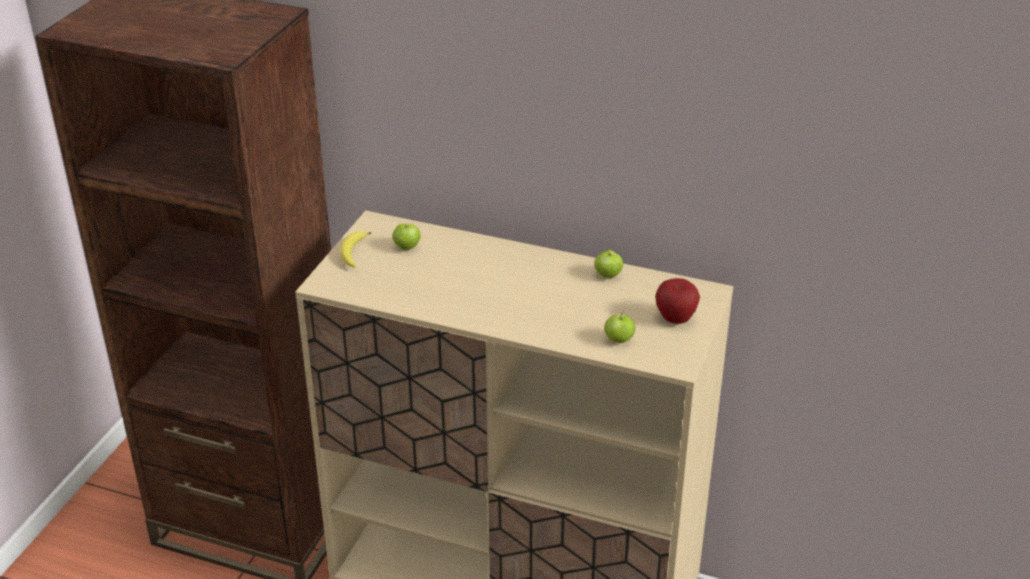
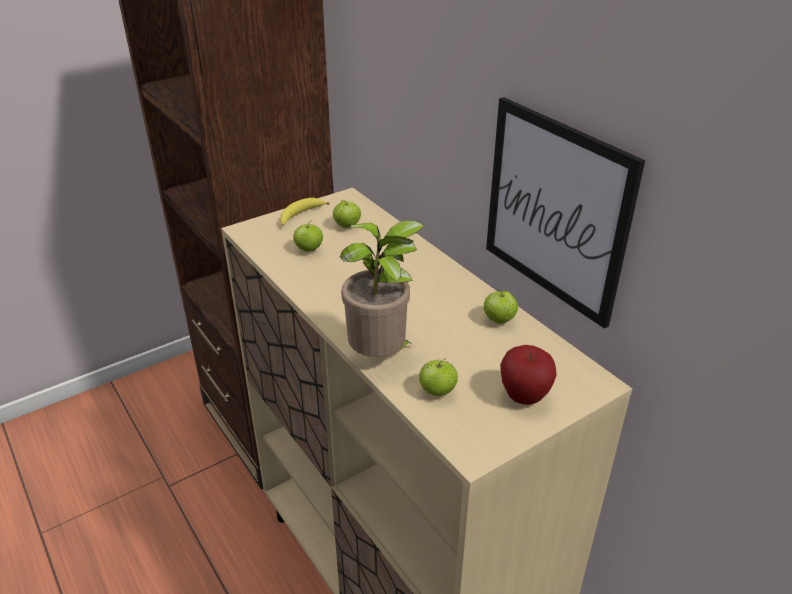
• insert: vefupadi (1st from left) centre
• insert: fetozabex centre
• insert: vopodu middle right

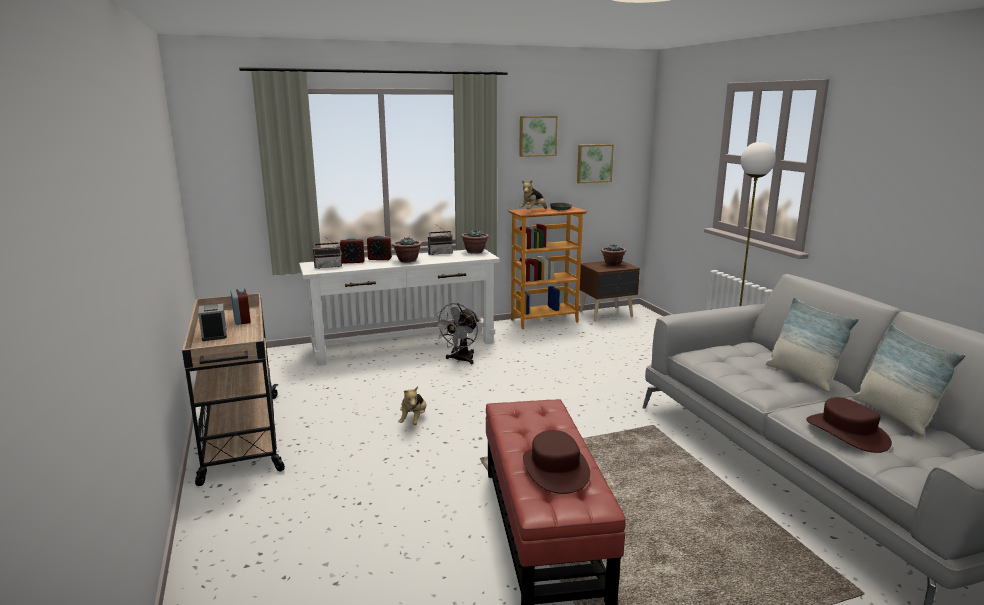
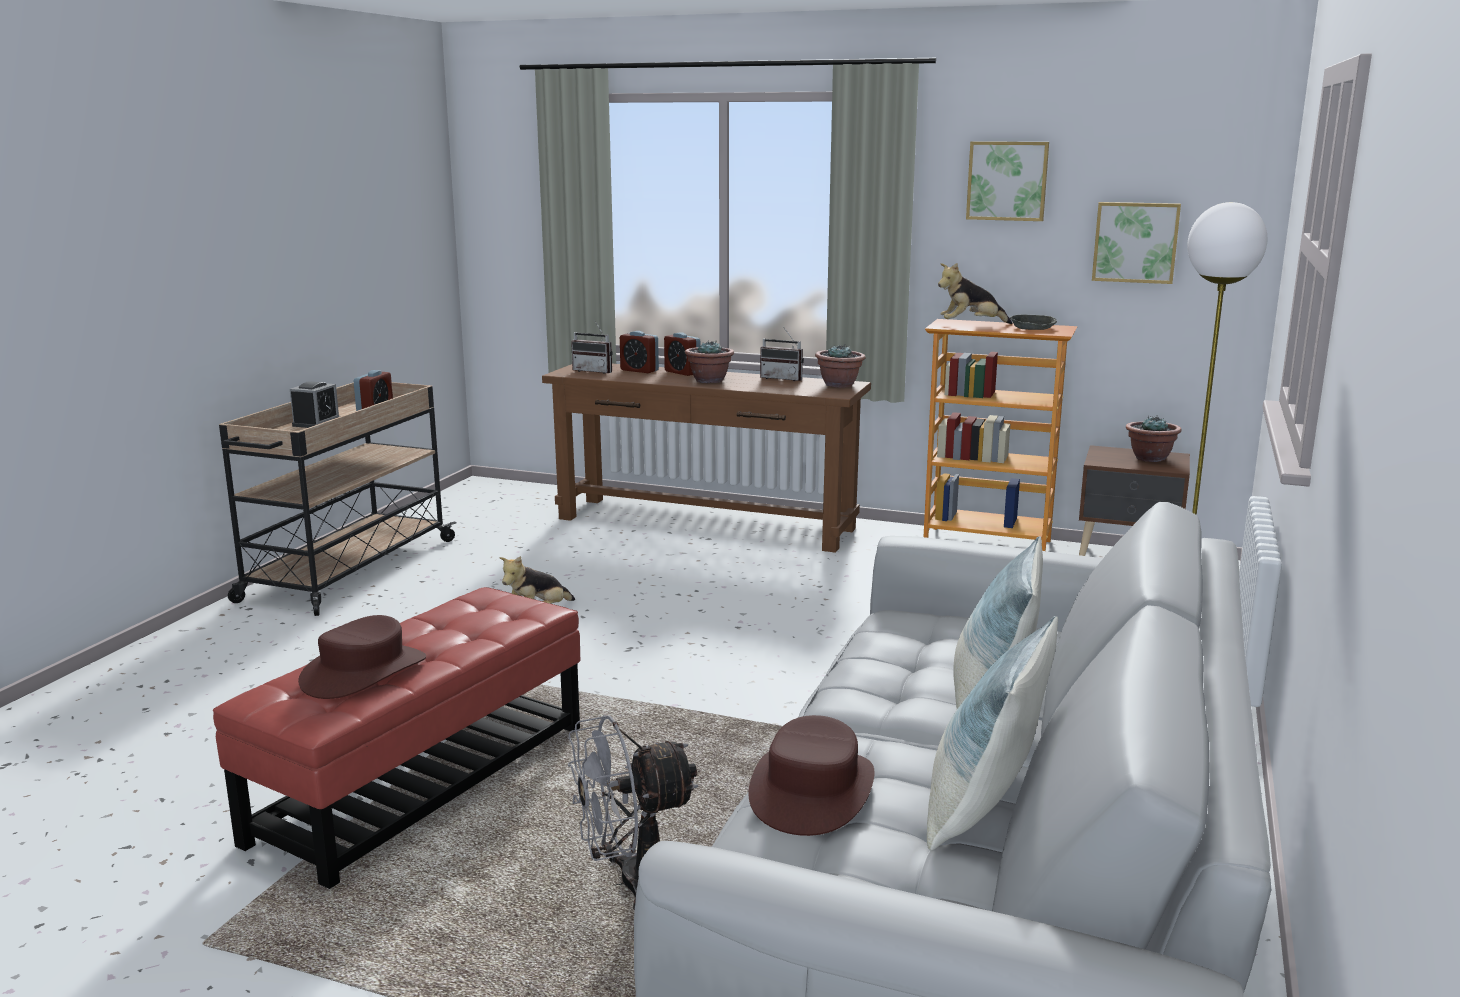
• move: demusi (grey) centre to bottom centre
• recolor: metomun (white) centre to metomun (brown) centre

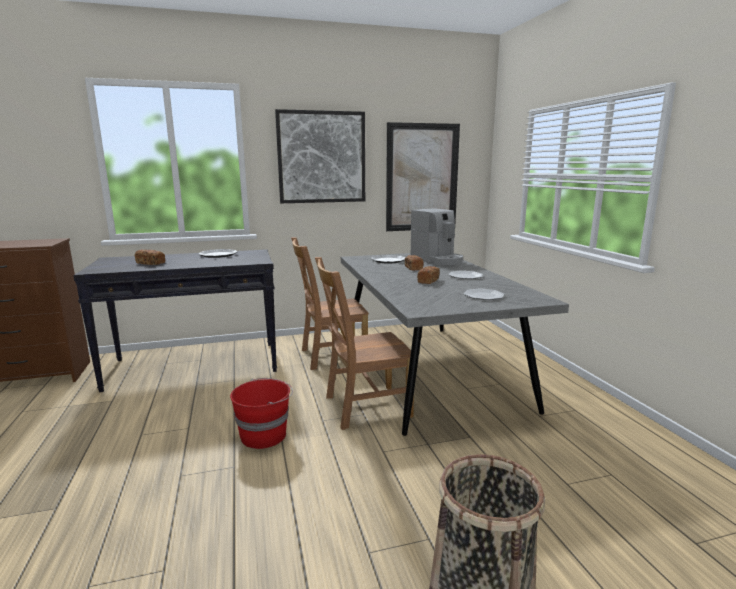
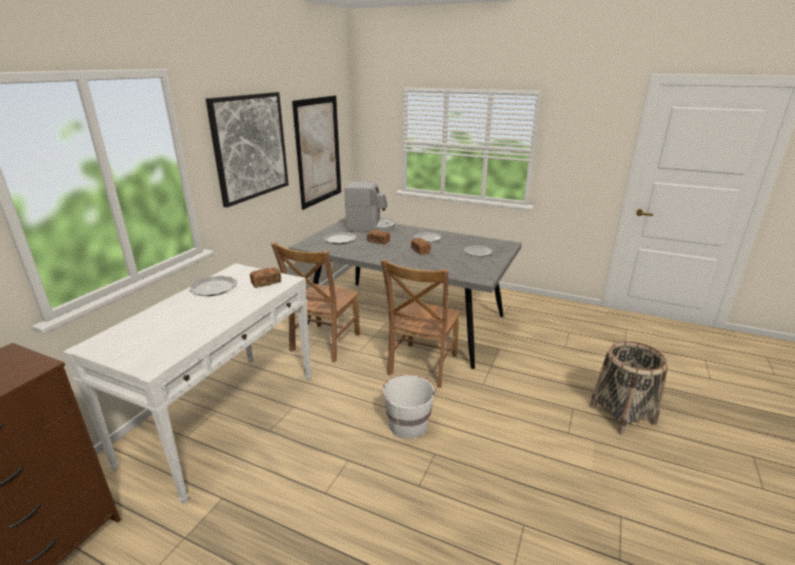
• move: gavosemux (1st from left) middle left to centre
• recolor: metomun (black) middle left to metomun (white) bottom left
• recolor: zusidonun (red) bottom centre to zusidonun (white) bottom centre

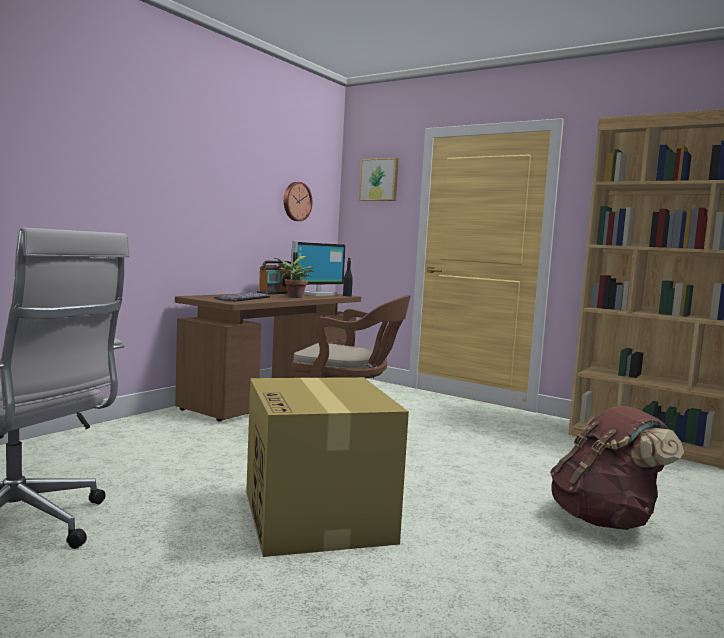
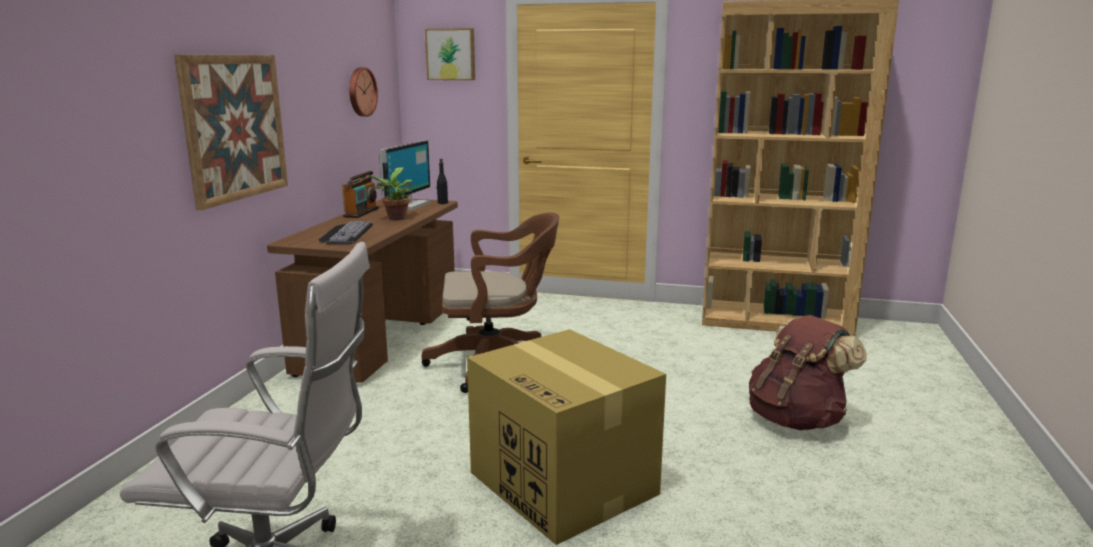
• insert: vopodu (1st from left) top left

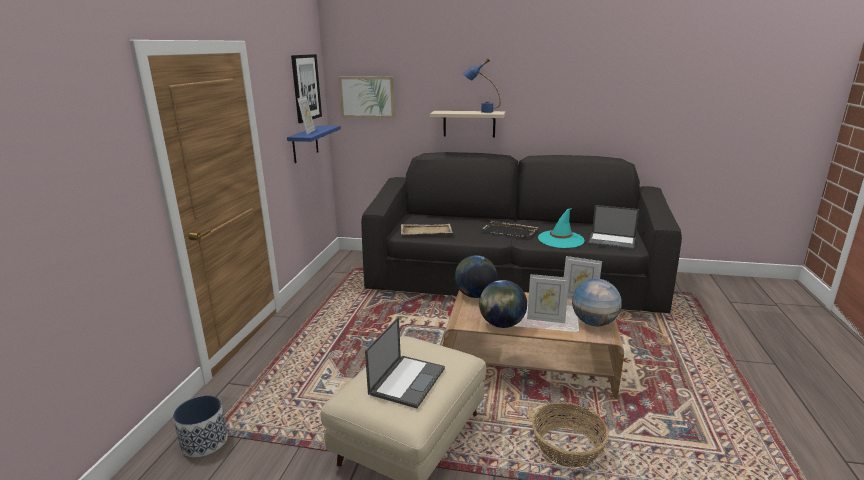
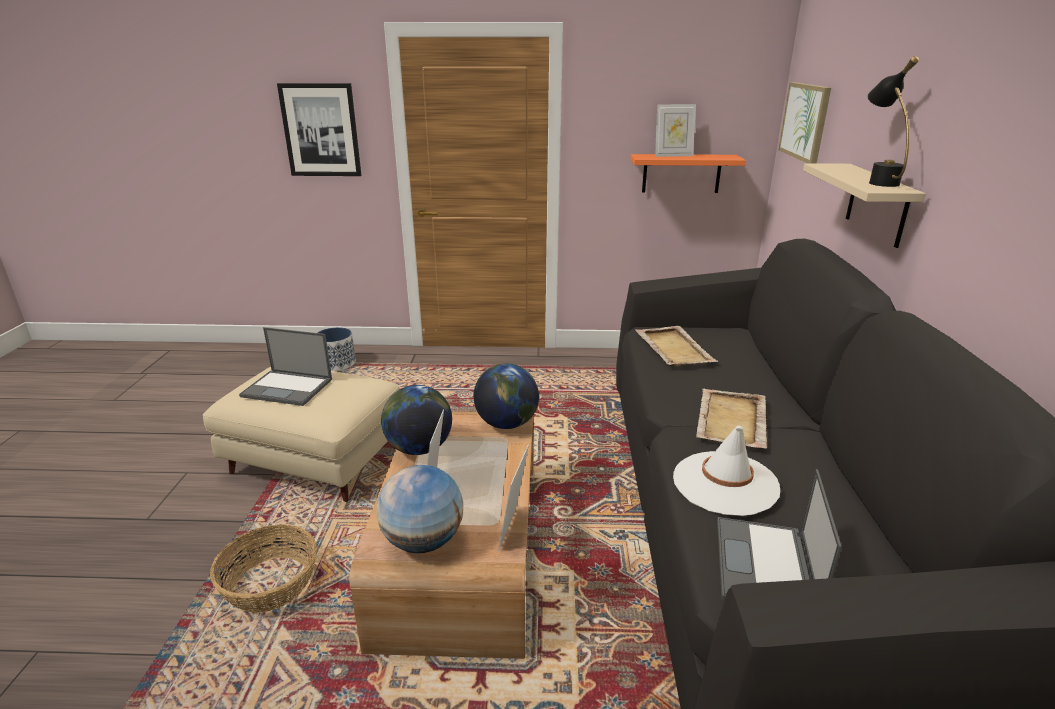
• move: vopodu (1st from left) top centre to top left
• recolor: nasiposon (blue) top centre to nasiposon (orange) top centre
• recolor: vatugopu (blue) top centre to vatugopu (black) top right
• recolor: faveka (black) centre to faveka (beige) (2nd from left) middle right
• recolor: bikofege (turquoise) centre to bikofege (white) middle right

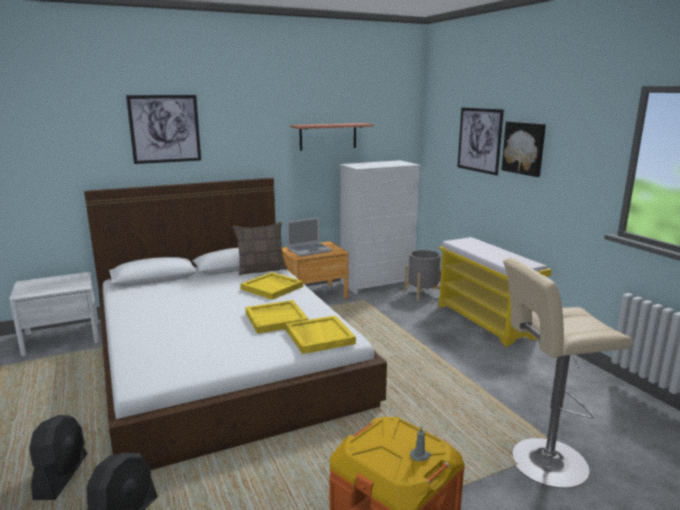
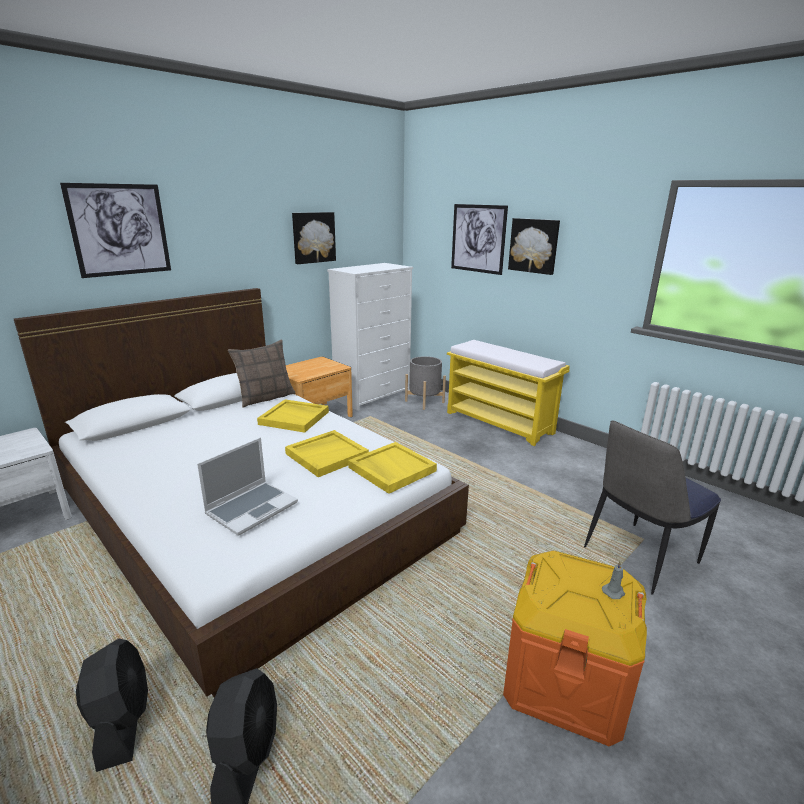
• move: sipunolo centre to middle left
• replace: nasiposon top centre to vopodu (2nd from left) top centre
• replace: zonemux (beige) bottom right to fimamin middle right

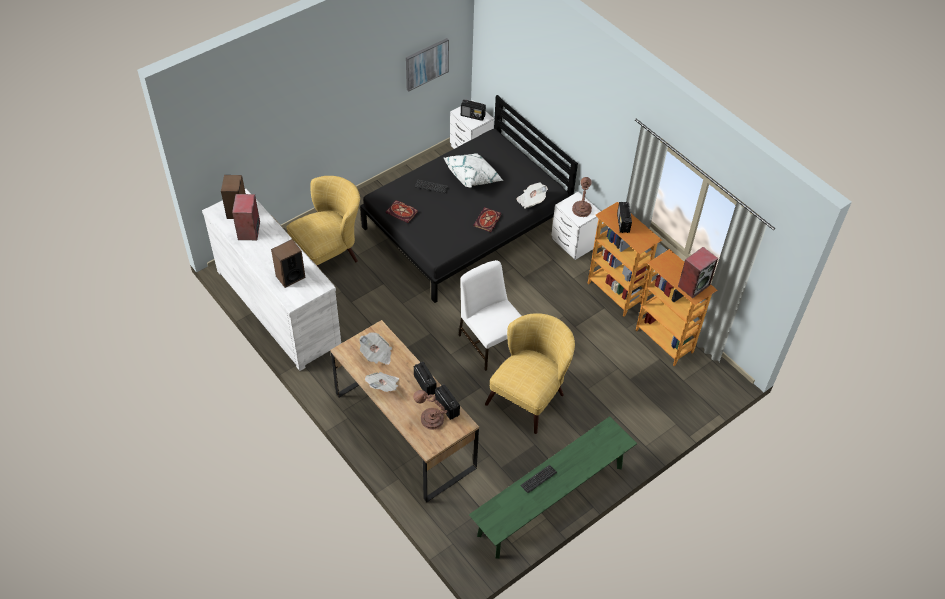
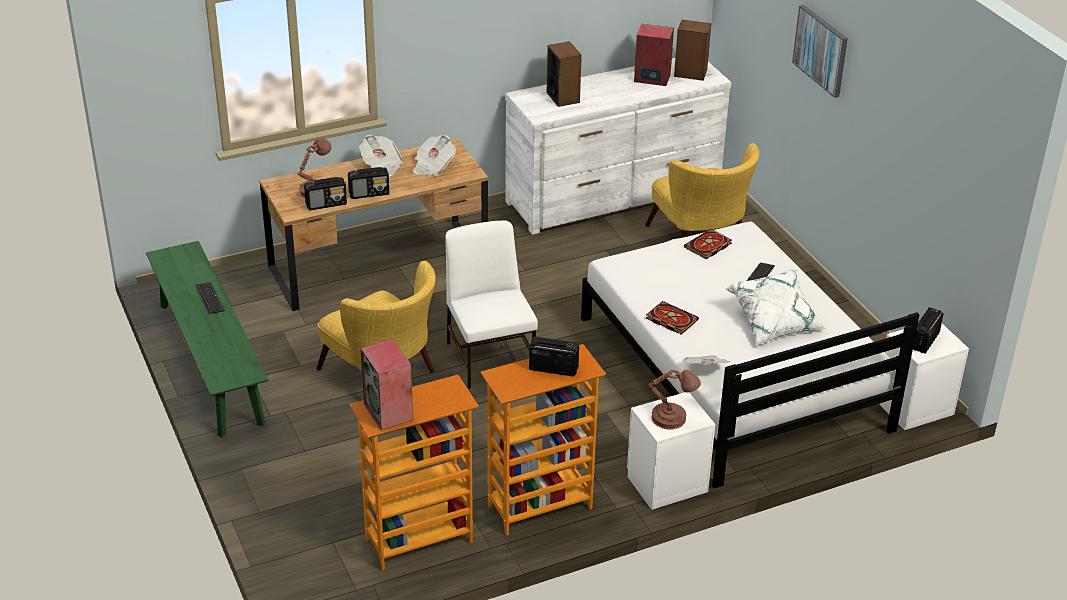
• move: vopodu top centre to top right
• recolor: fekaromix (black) top centre to fekaromix (white) middle right
• rotate: fimamin (white) centre = centre 90 degrees counterclockwise

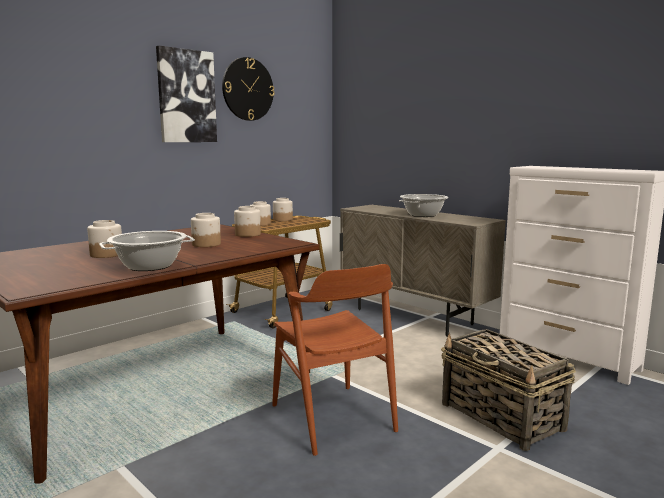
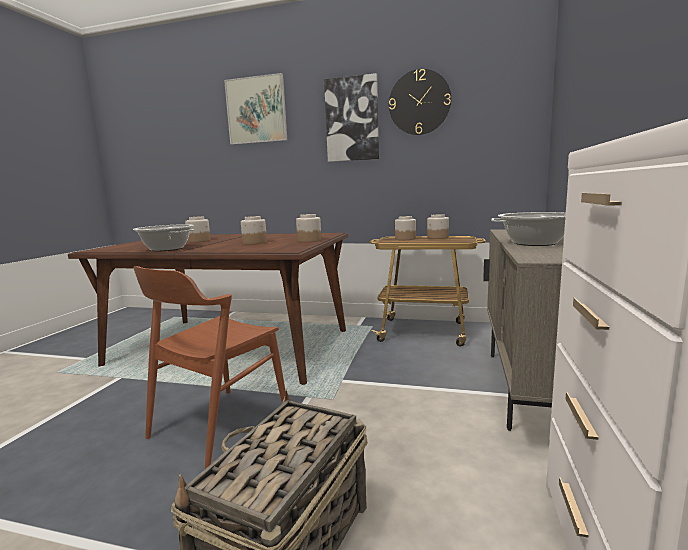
• insert: vopodu (1st from left) top centre

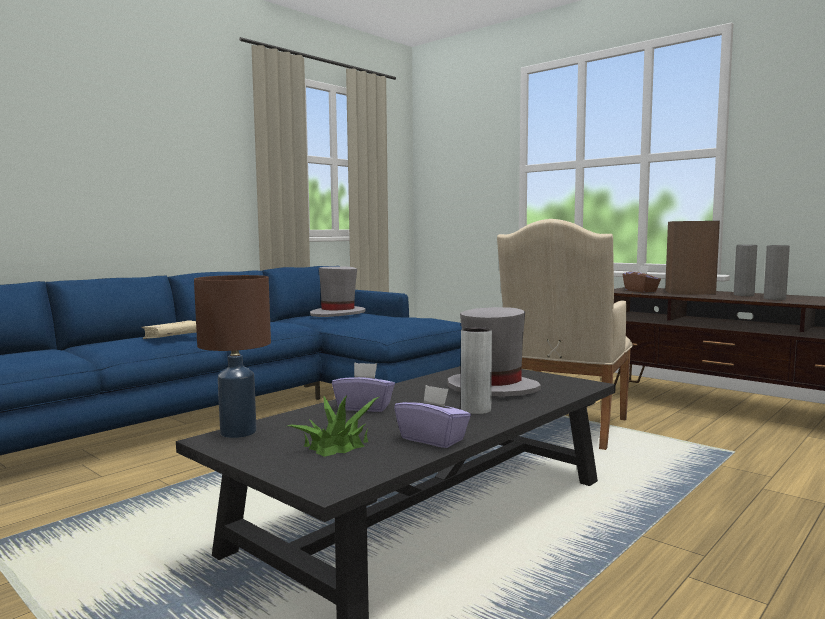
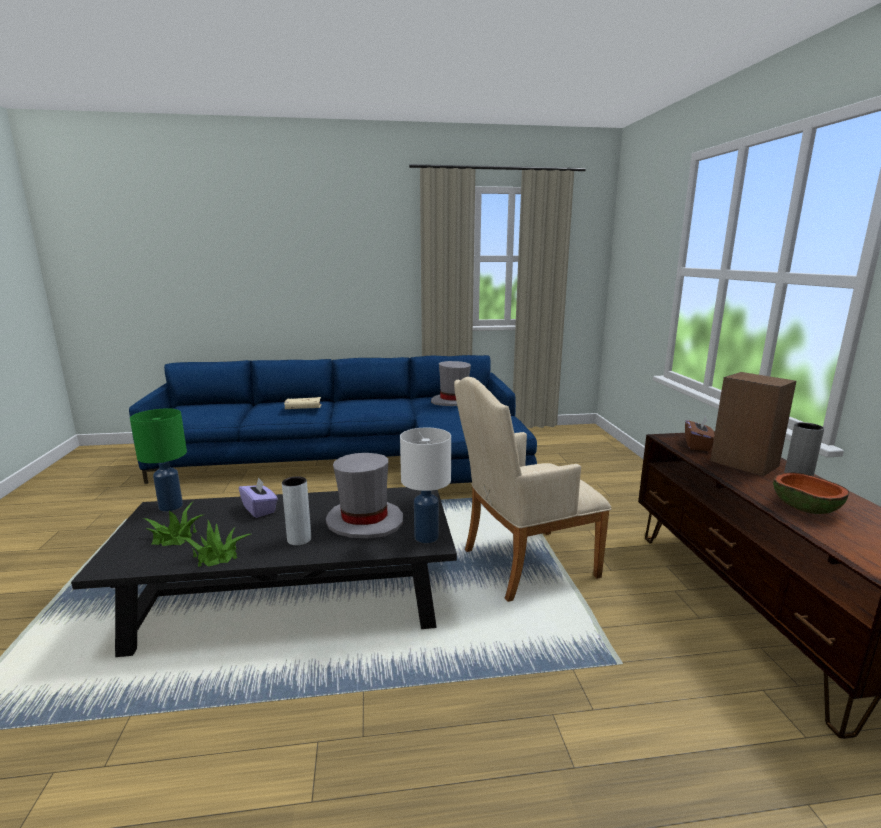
• insert: vatugopu (white) centre
• replace: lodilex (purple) (2nd from left) bottom centre to fetozabex (2nd from left) middle left
• replace: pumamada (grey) (3rd from left) middle right to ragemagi middle right
• recolor: vatugopu (brown) middle left to vatugopu (green) middle left

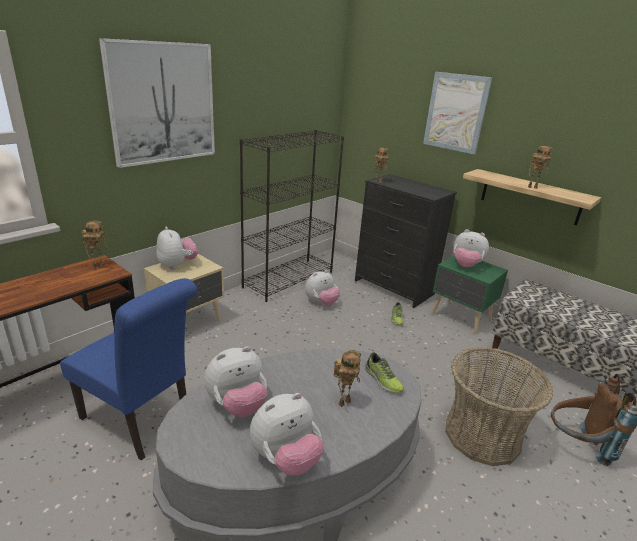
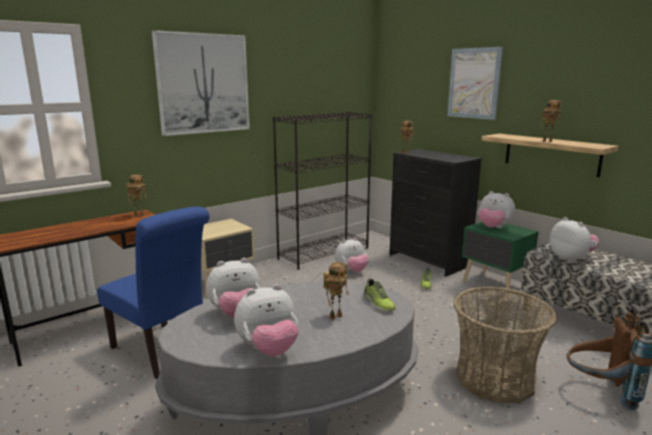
• move: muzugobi (1st from left in the first image) middle left to muzugobi (5th from left) middle right

